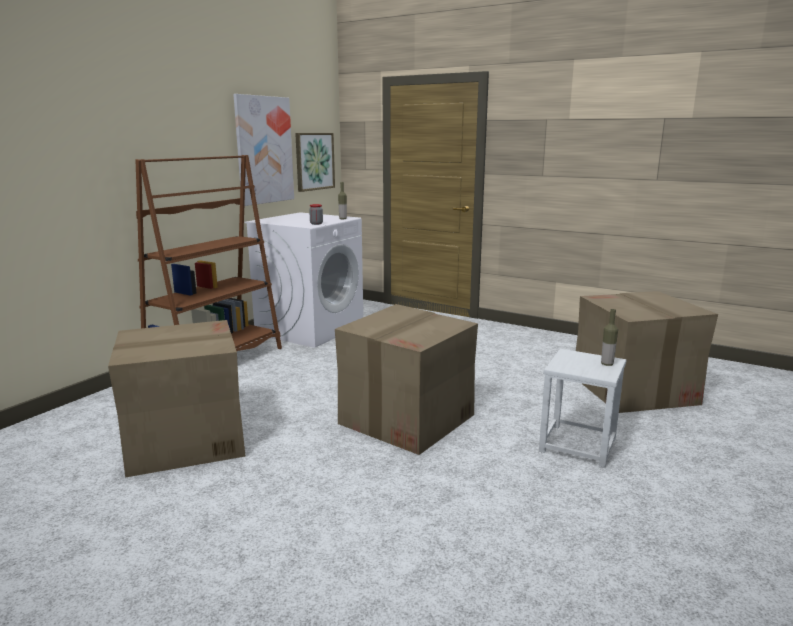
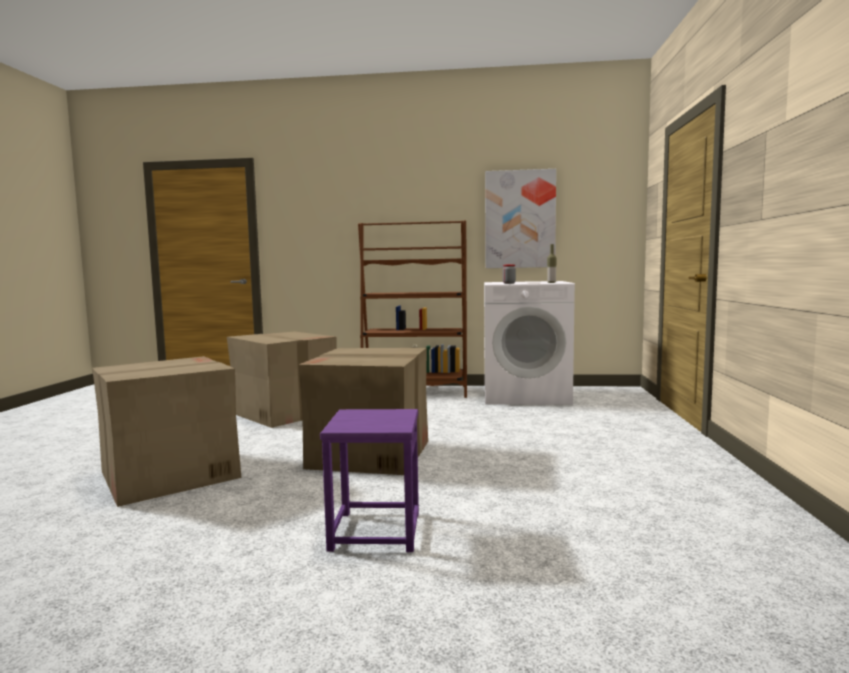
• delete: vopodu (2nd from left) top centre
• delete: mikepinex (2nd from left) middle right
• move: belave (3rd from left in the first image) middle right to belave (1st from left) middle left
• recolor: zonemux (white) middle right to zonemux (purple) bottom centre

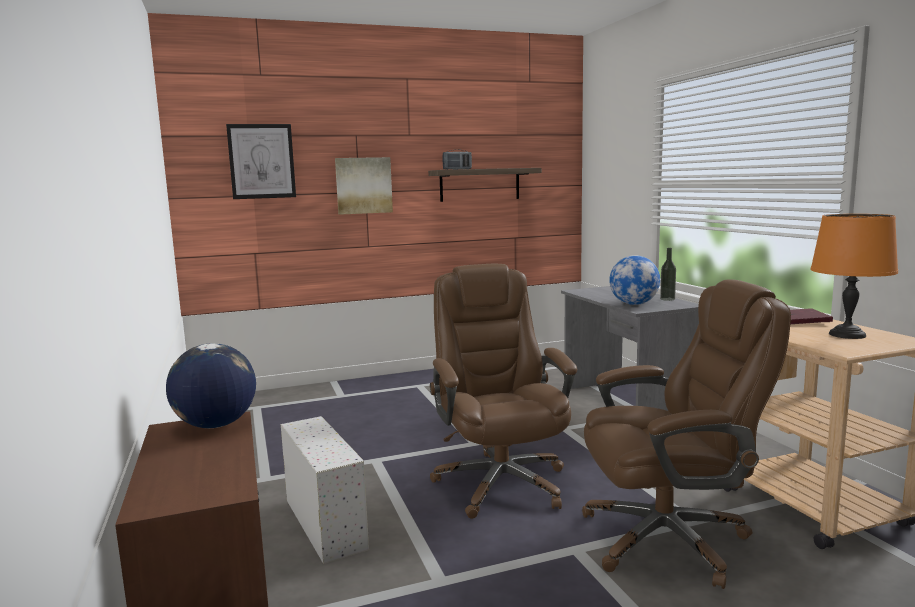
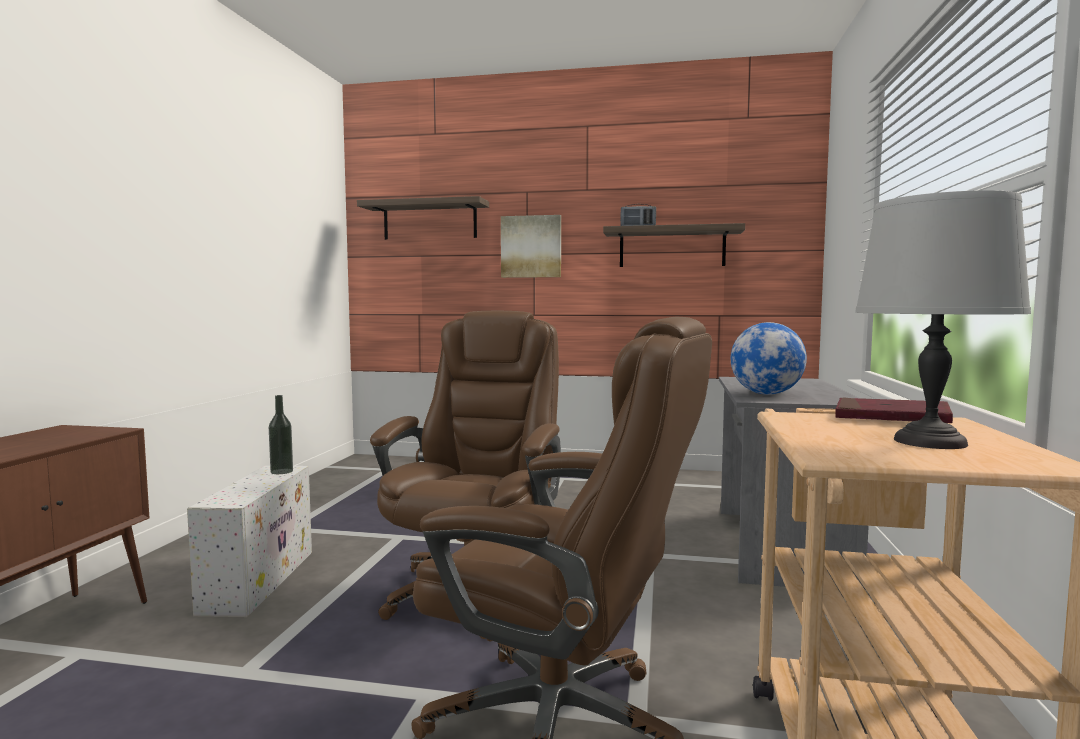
• delete: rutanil (1st from left) middle left
• move: mikepinex middle right to middle left
• replace: vopodu (1st from left) top left to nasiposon (1st from left) top centre
• recolor: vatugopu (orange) middle right to vatugopu (grey) middle right

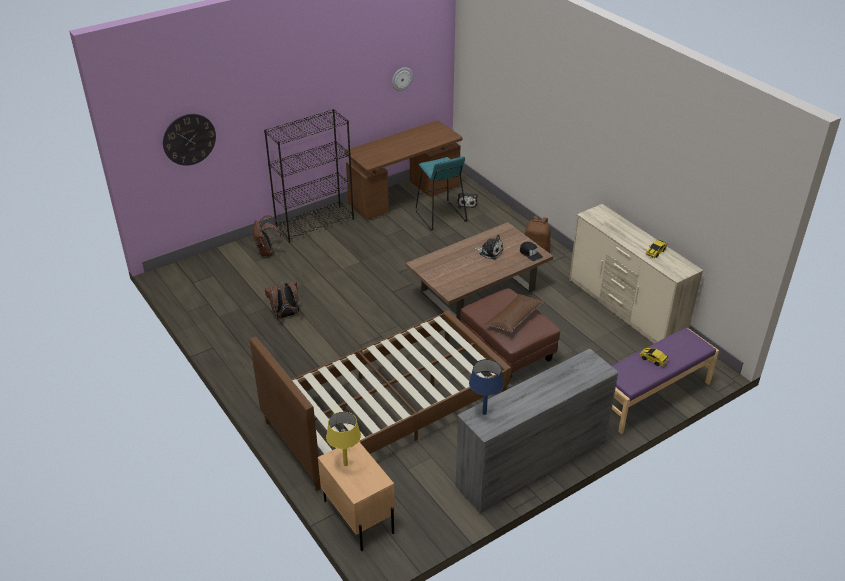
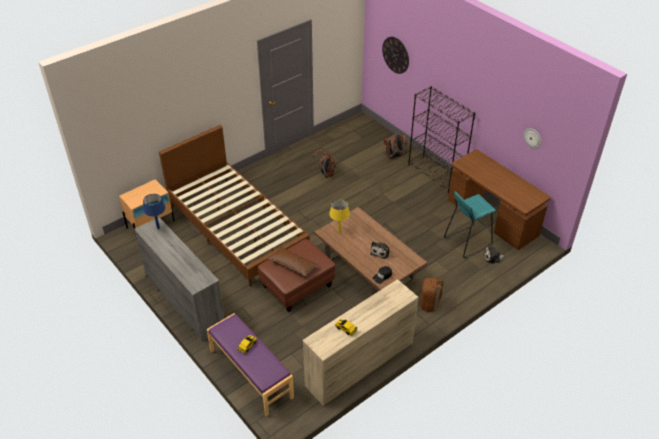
• move: vatugopu (yellow) bottom centre to centre

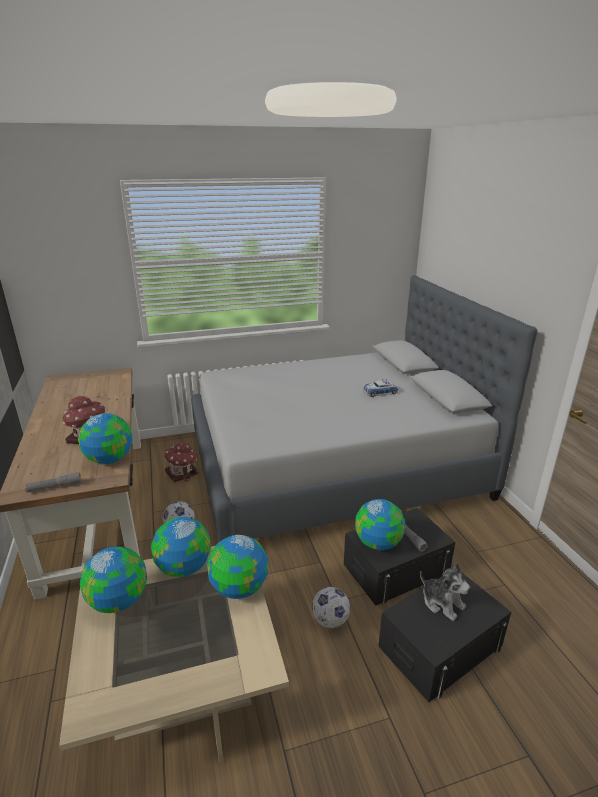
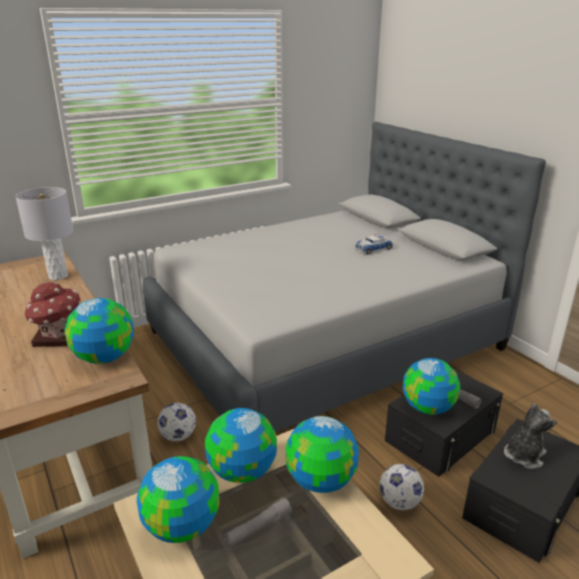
• delete: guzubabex (2nd from left) middle left
• insert: vatugopu (grey) middle left
• move: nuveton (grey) (1st from left) middle left to bottom centre
• rotate: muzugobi bottom right = bottom right 75 degrees counterclockwise

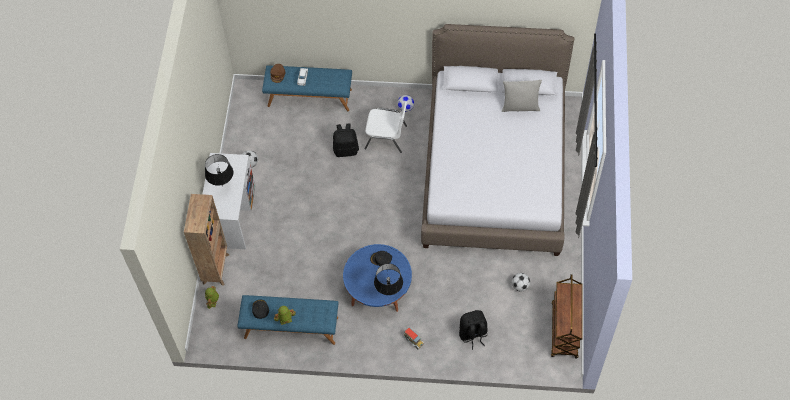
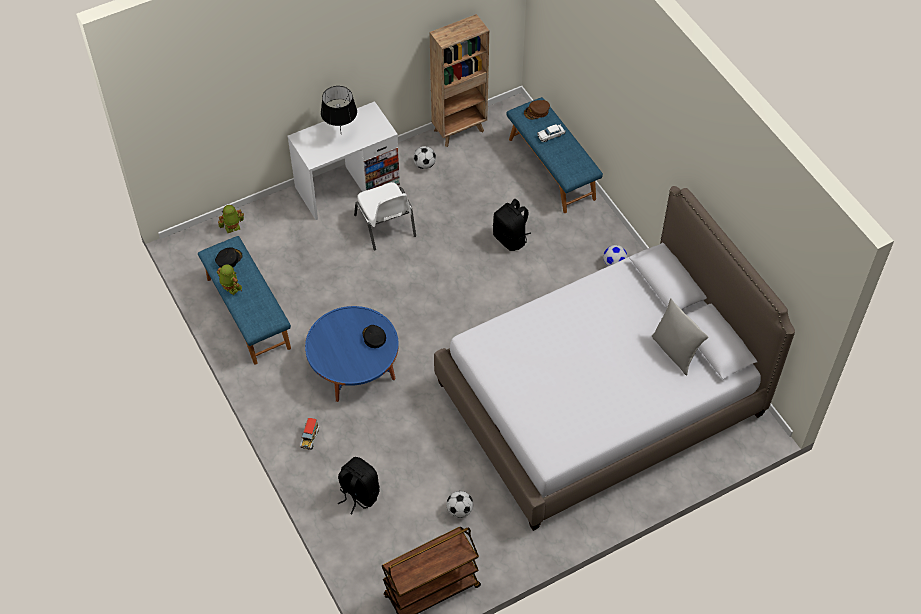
• delete: vatugopu (black) (2nd from left) bottom centre
• move: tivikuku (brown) middle left to top centre
• move: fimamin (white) top centre to centre

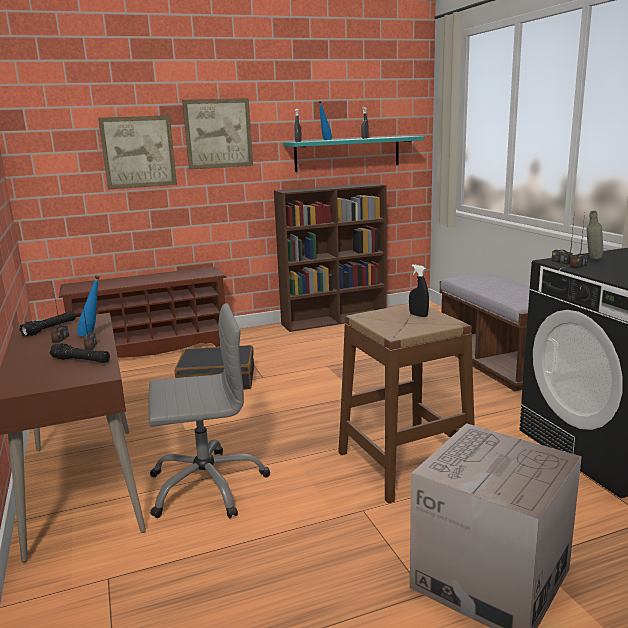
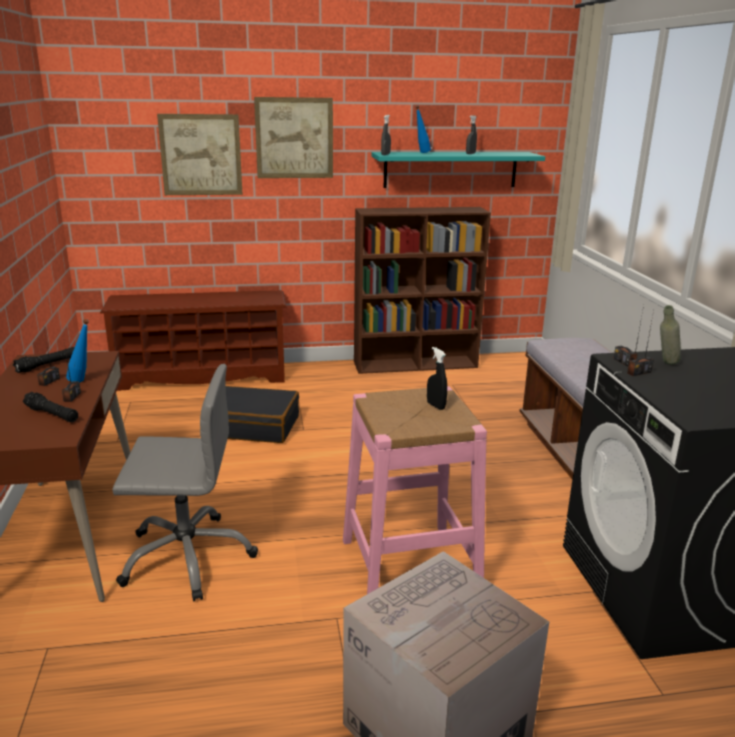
• recolor: zonemux (brown) centre to zonemux (pink) centre

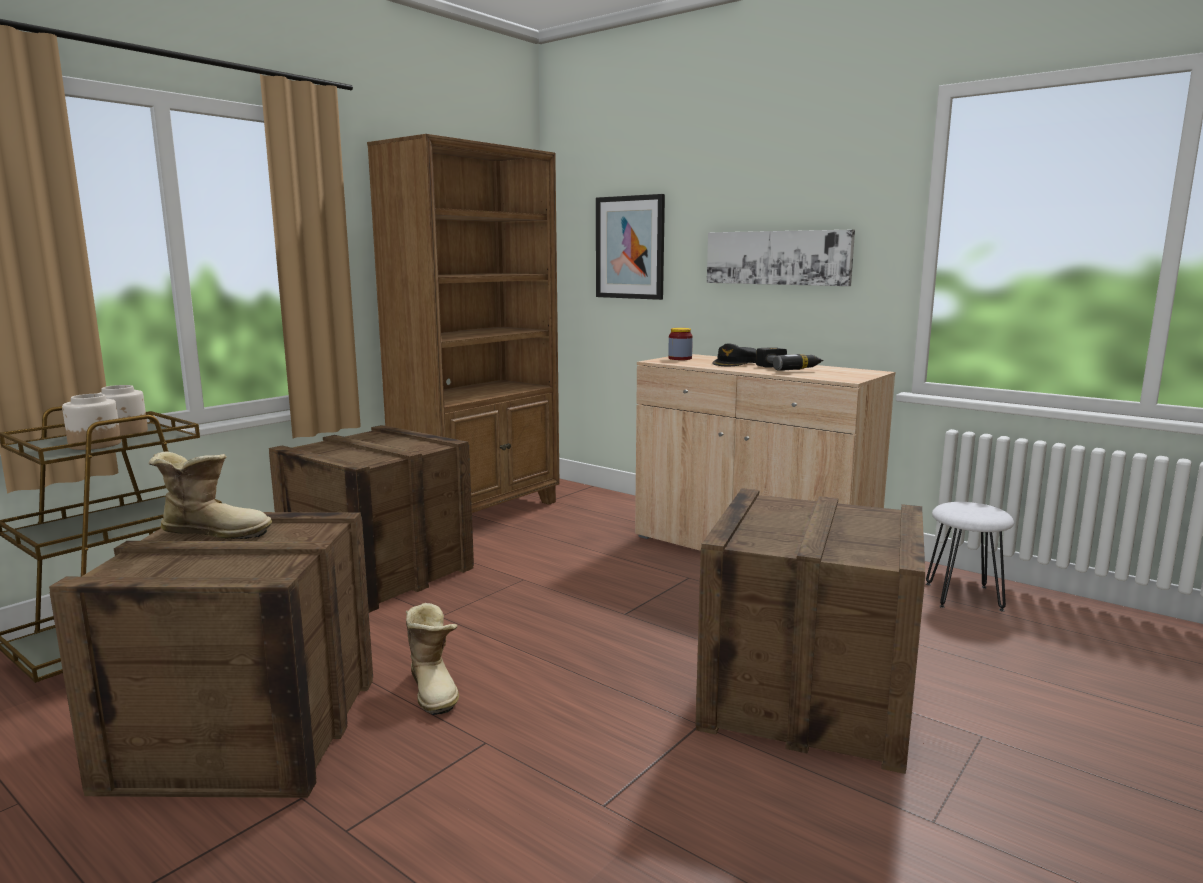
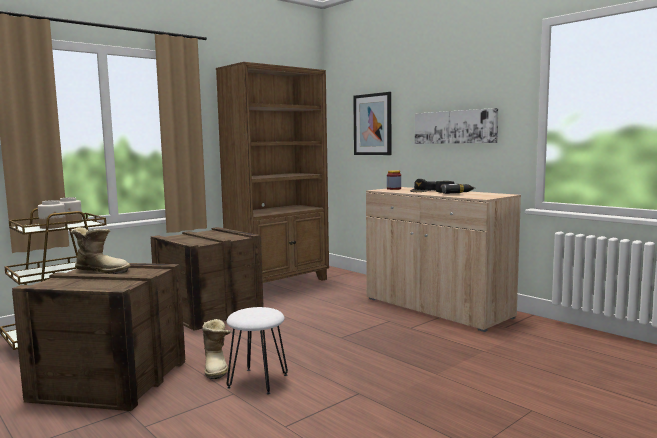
• delete: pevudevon (3rd from left) bottom right
• move: zonemux (white) middle right to bottom centre

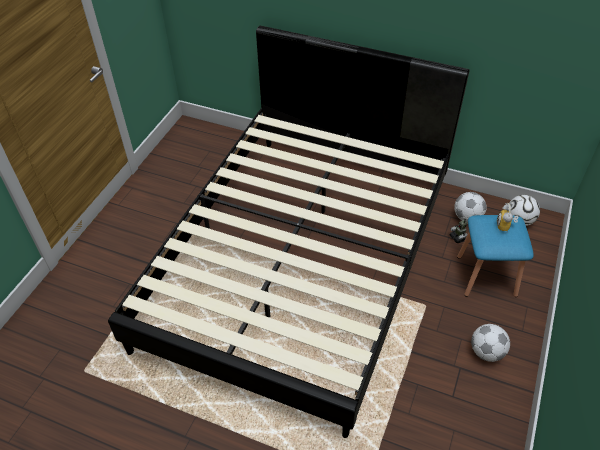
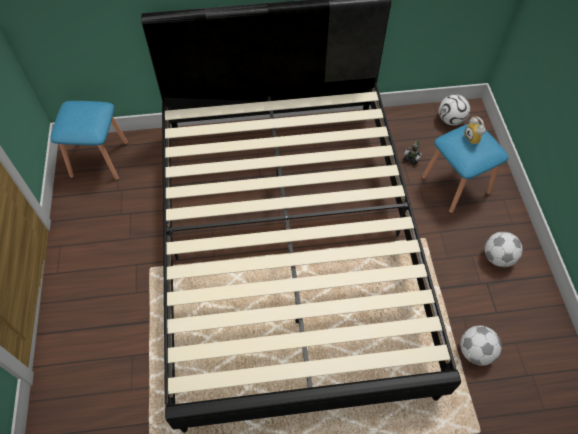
• insert: zonemux (blue) (1st from left) top left
• move: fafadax (1st from left in the first image) middle right to fafadax (2nd from left) bottom right

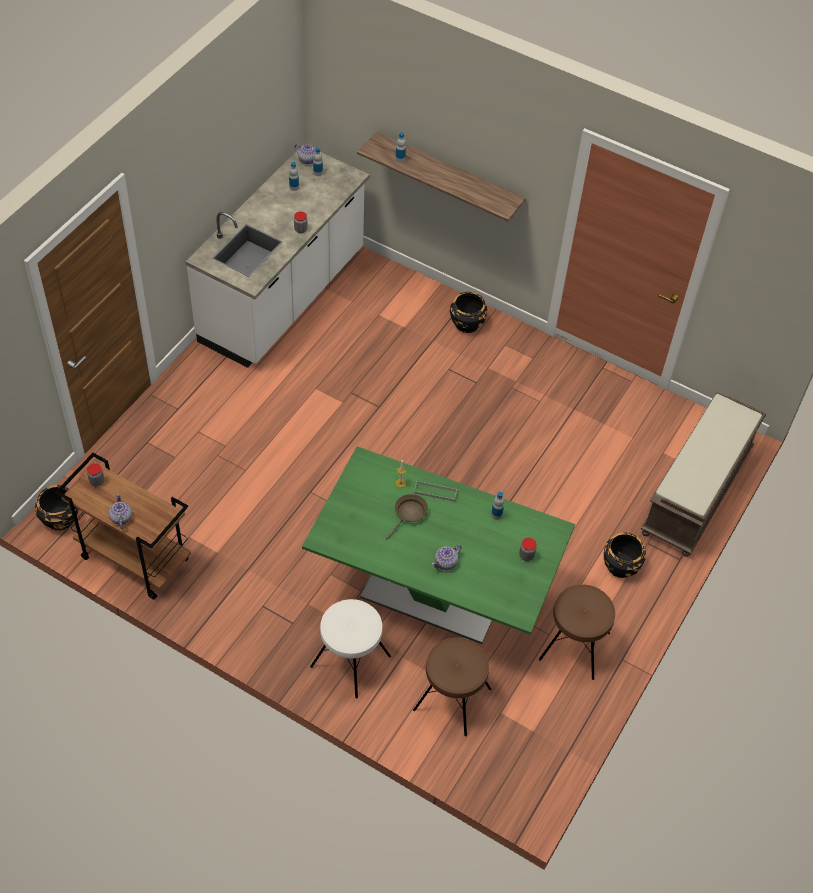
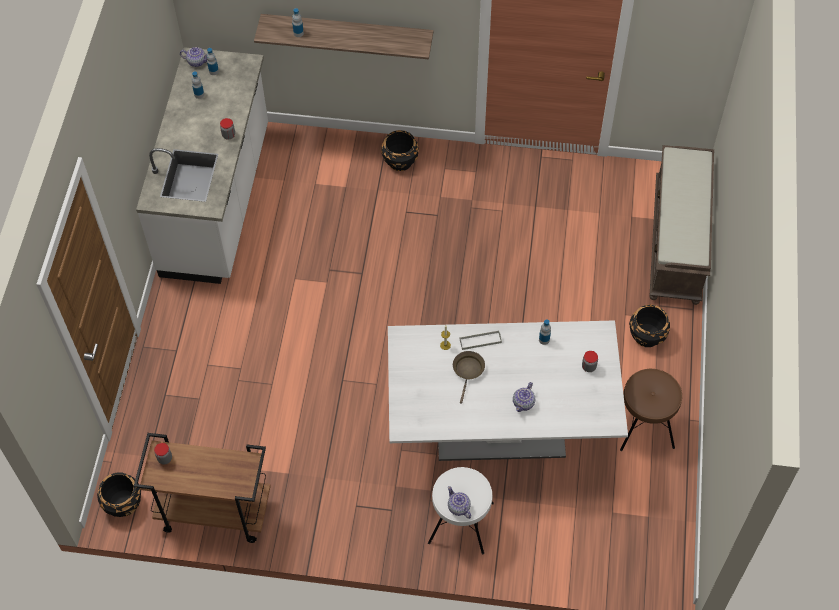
• delete: zonemux (brown) (1st from left) bottom centre
• move: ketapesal (1st from left in the first image) middle left to ketapesal (2nd from left) bottom centre
• recolor: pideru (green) centre to pideru (white) centre

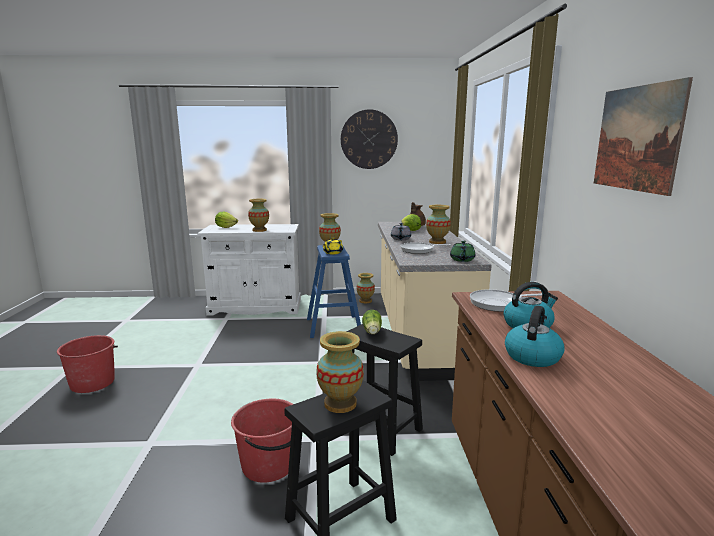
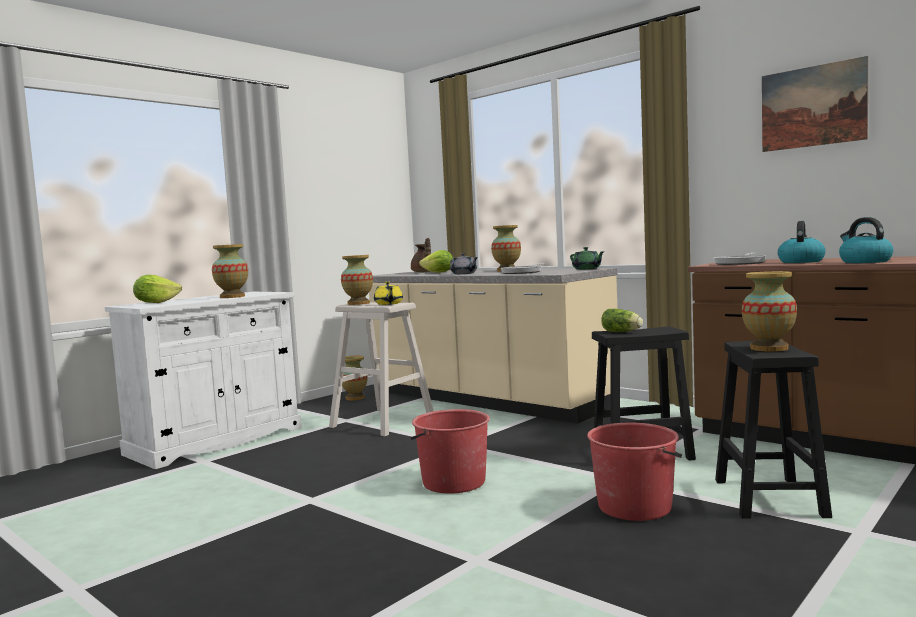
• delete: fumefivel top centre
• move: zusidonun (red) (1st from left) bottom left to bottom centre
• recolor: zonemux (blue) centre to zonemux (beige) centre

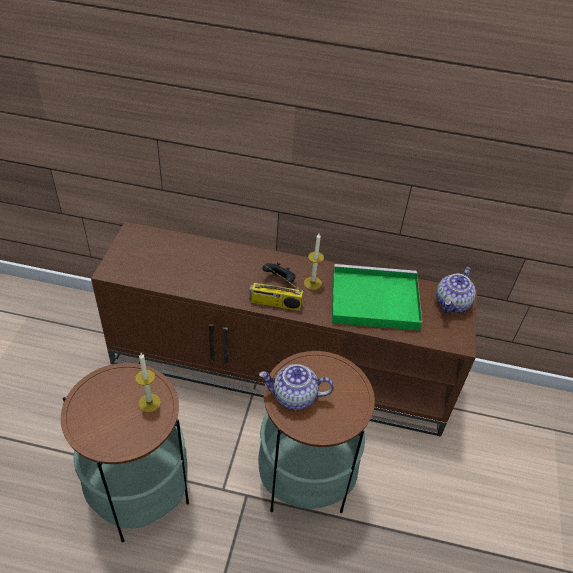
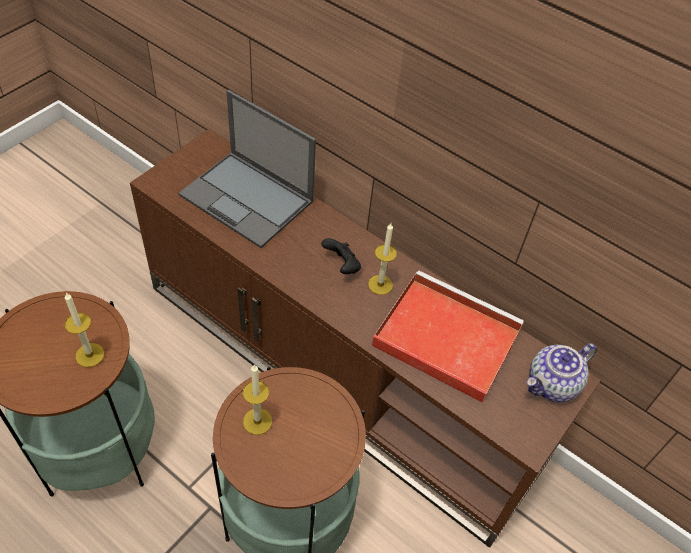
• delete: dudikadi centre
• insert: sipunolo top centre
• replace: ketapesal (1st from left) bottom centre to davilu (2nd from left) bottom centre
• recolor: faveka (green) centre to faveka (red) centre

